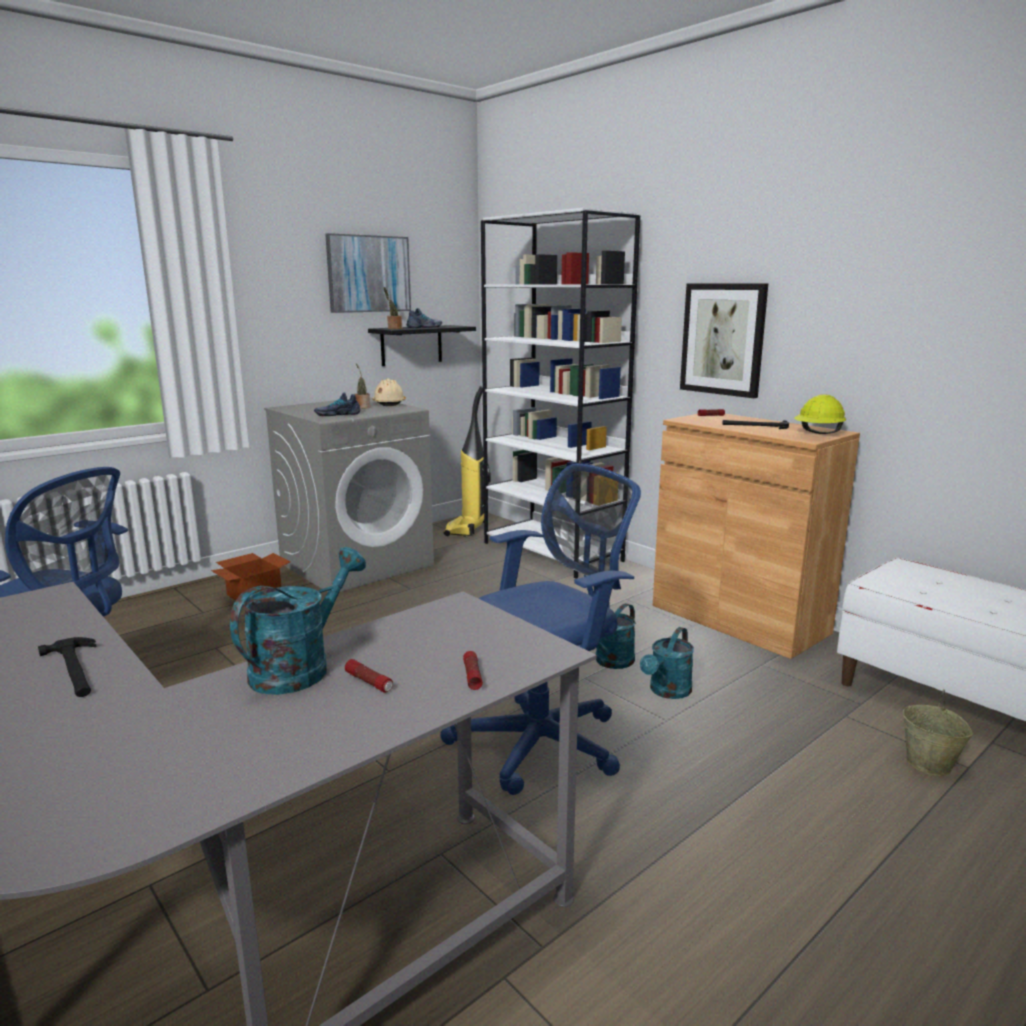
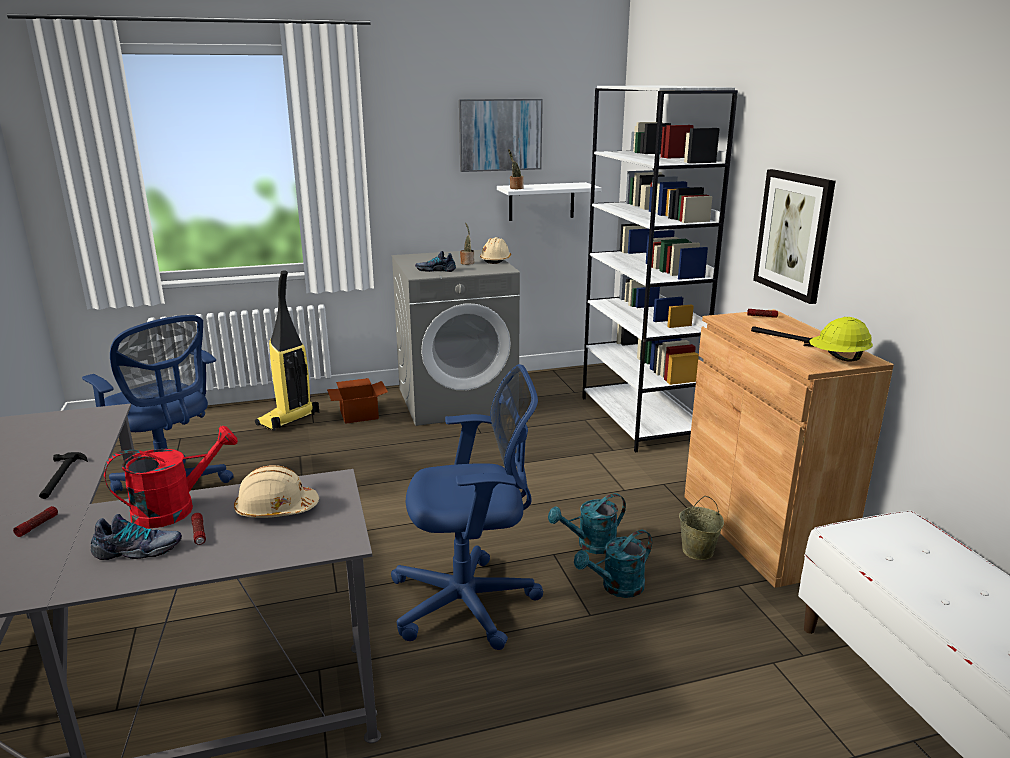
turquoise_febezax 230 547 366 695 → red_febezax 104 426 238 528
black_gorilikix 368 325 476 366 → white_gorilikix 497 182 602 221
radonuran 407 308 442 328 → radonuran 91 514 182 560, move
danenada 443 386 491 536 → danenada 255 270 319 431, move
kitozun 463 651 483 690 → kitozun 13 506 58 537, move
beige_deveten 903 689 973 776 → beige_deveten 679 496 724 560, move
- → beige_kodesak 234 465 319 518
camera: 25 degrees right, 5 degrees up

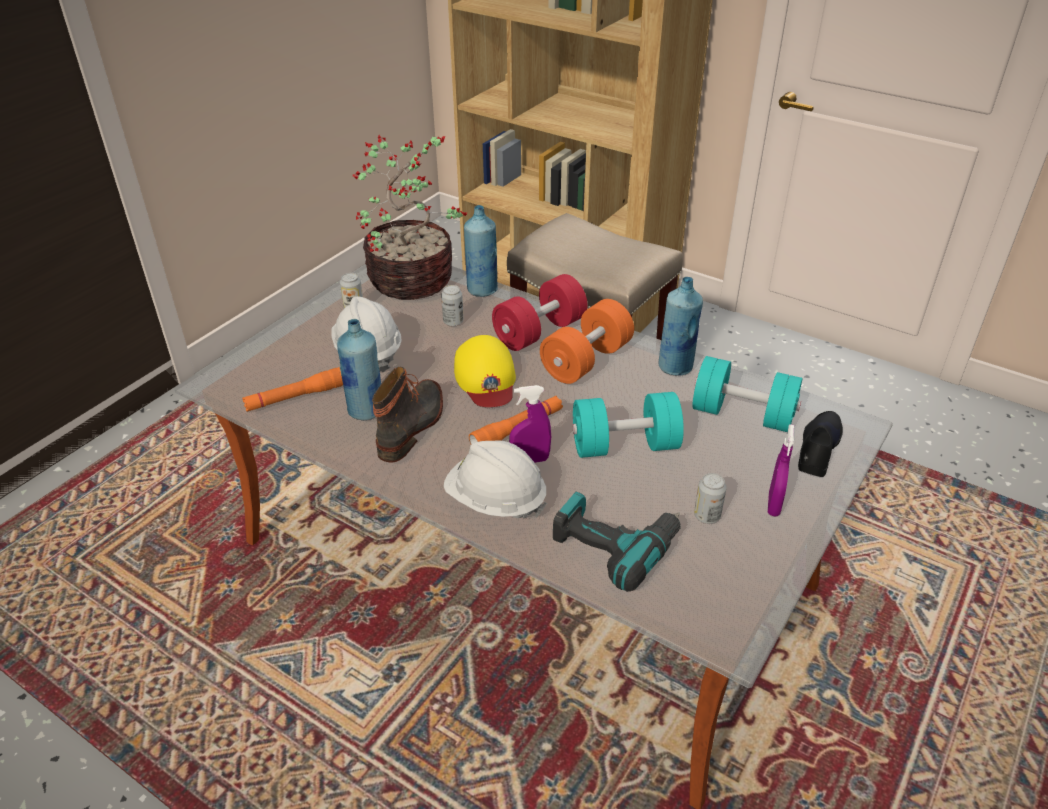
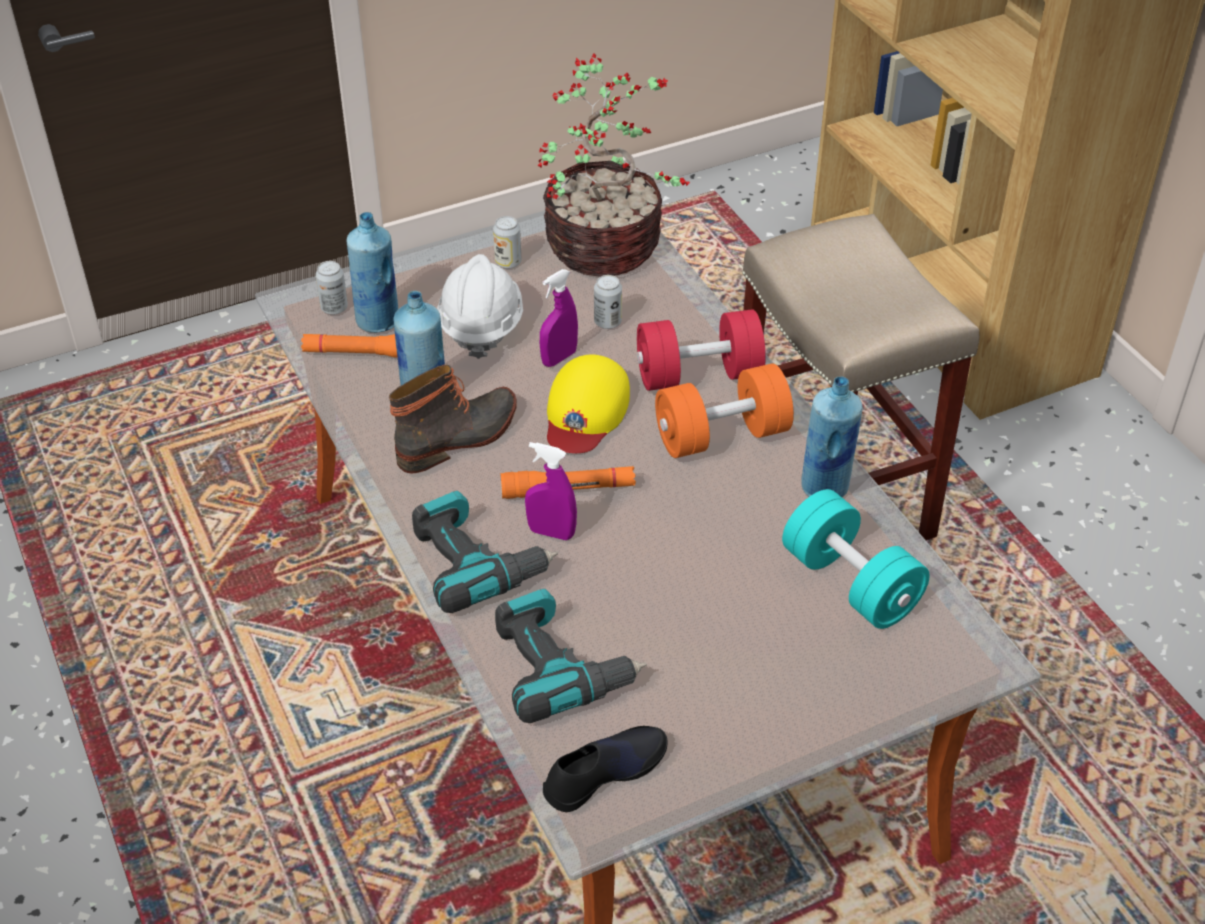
white_kodesak 444 440 547 518 → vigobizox 412 491 558 613
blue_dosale 464 205 498 297 → blue_dosale 346 212 398 333, move
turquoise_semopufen 573 392 684 458 → -
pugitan 694 473 727 524 → pugitan 315 261 348 315, move
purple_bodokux 768 424 795 516 → purple_bodokux 540 269 578 367, move
black_radonuran 798 411 843 477 → black_radonuran 543 726 667 812, move
camera: 30 degrees right, 5 degrees up

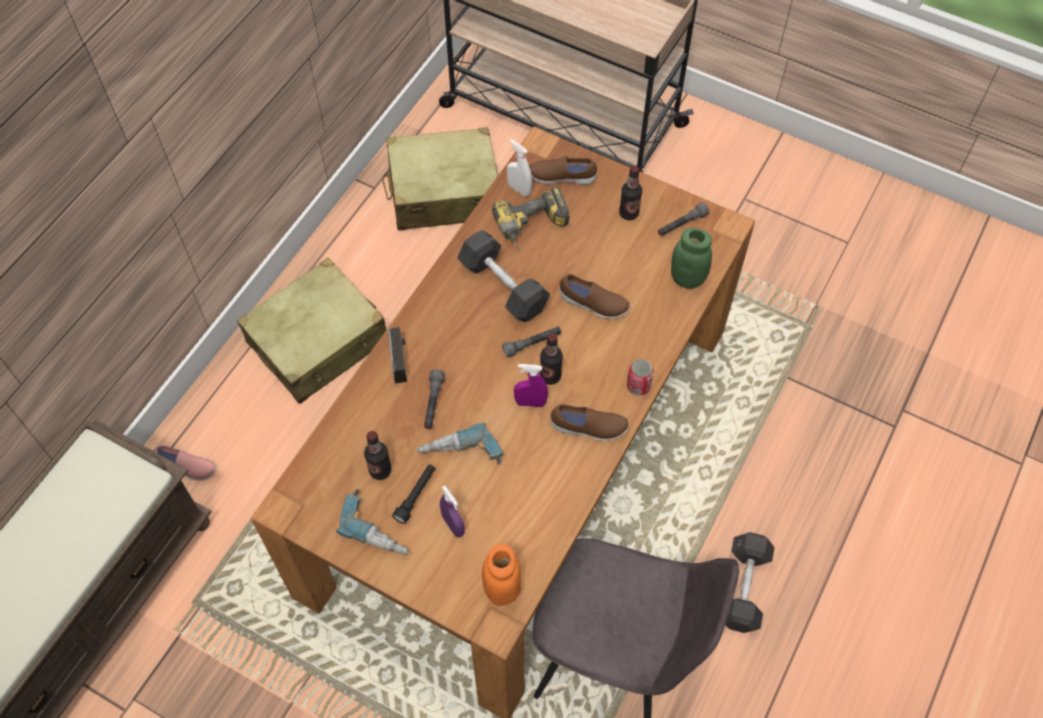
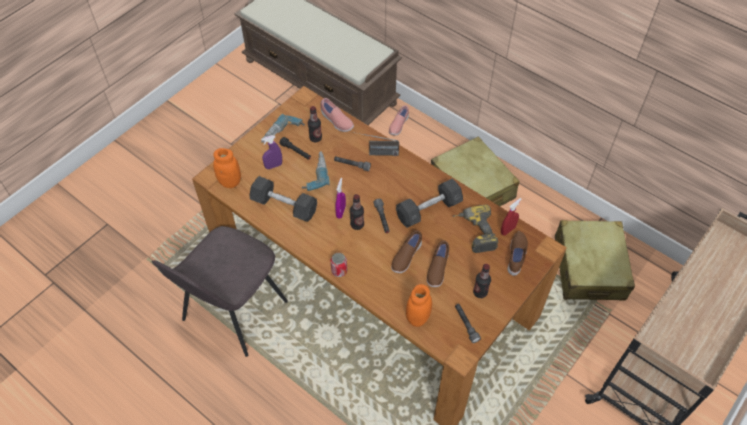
white_bodokux 507 139 532 197 → red_bodokux 501 198 522 235
brown_radonuran 551 404 629 441 → brown_radonuran 427 240 449 287, move
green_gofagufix 671 228 712 289 → orange_gofagufix 406 284 432 327
grey_semopufen 725 532 775 633 → grey_semopufen 250 176 317 222, move
- → pink_radonuran 321 98 354 132
camera: 100 degrees right, 5 degrees down

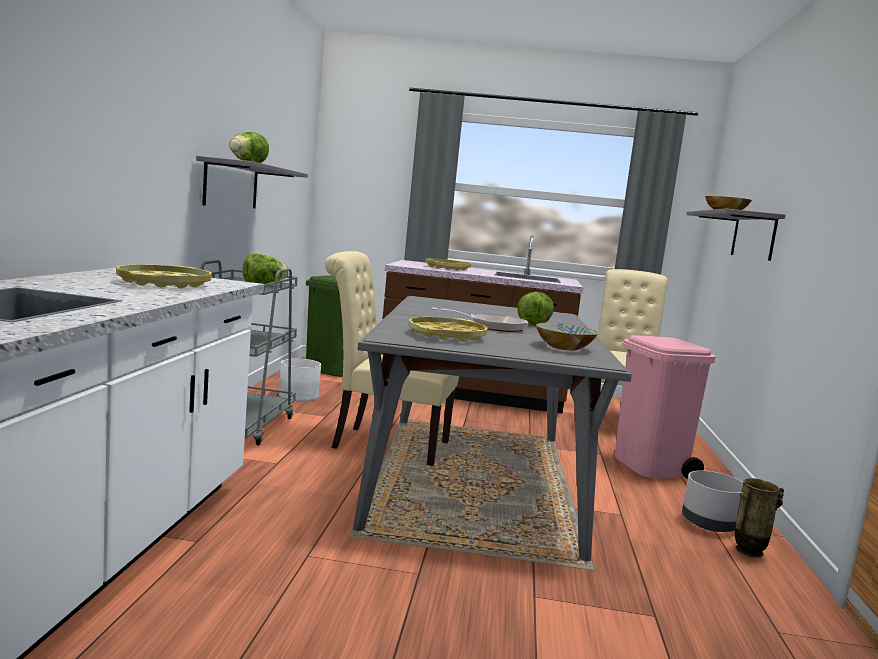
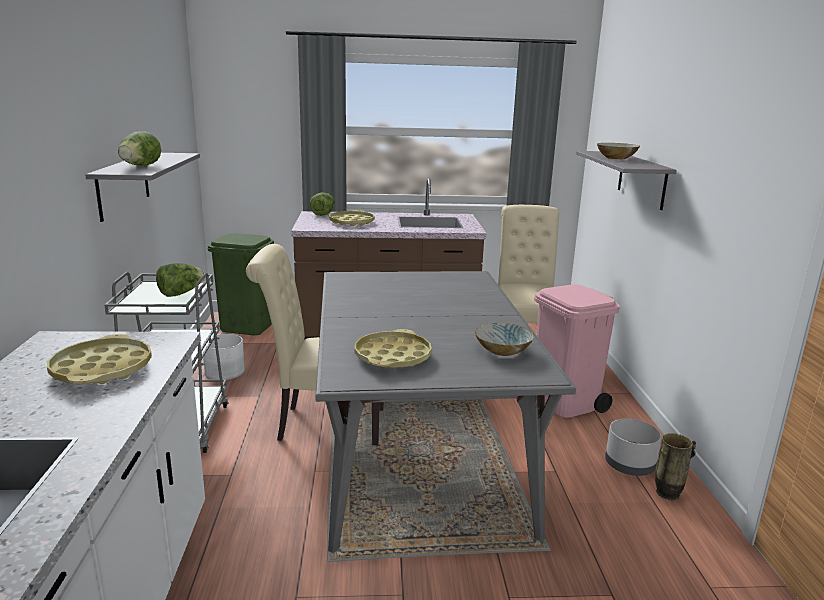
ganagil 432 307 528 332 → -
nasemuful 517 291 554 326 → nasemuful 310 193 335 216, move
camera: 10 degrees left, 10 degrees up

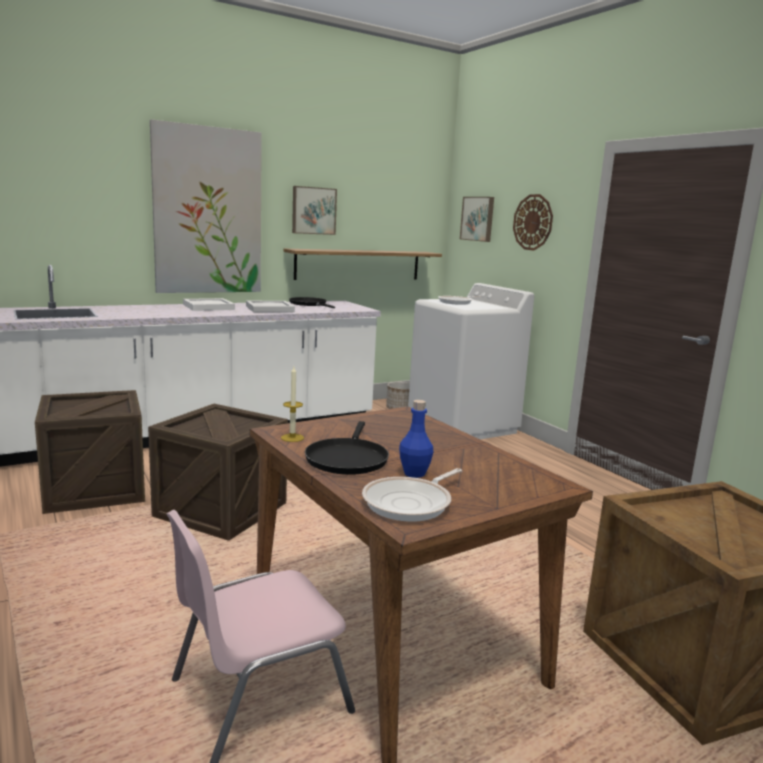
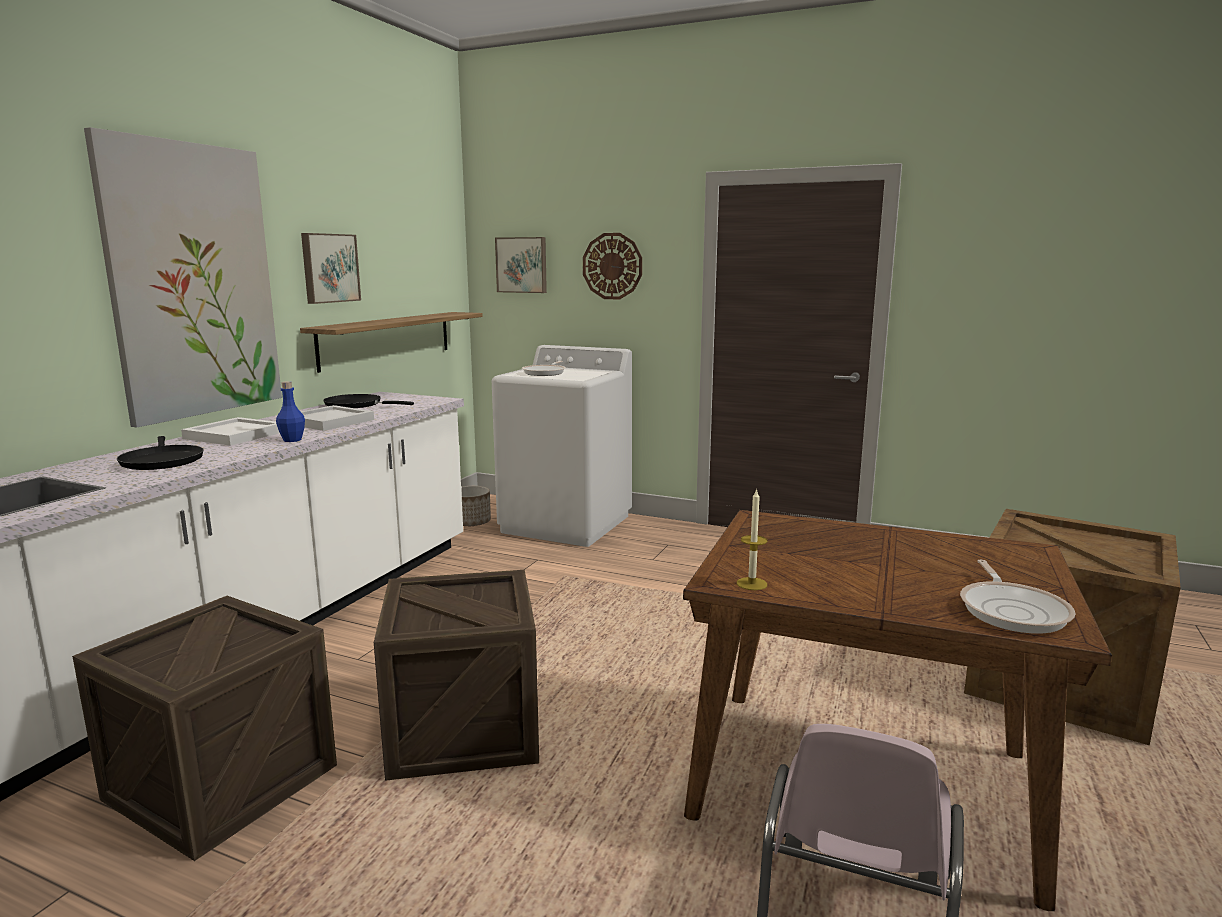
black_ganagil 305 421 389 475 → black_ganagil 117 436 204 470, move
blue_dosale 399 400 434 478 → blue_dosale 276 381 305 442, move
camera: 35 degrees left, 0 degrees up

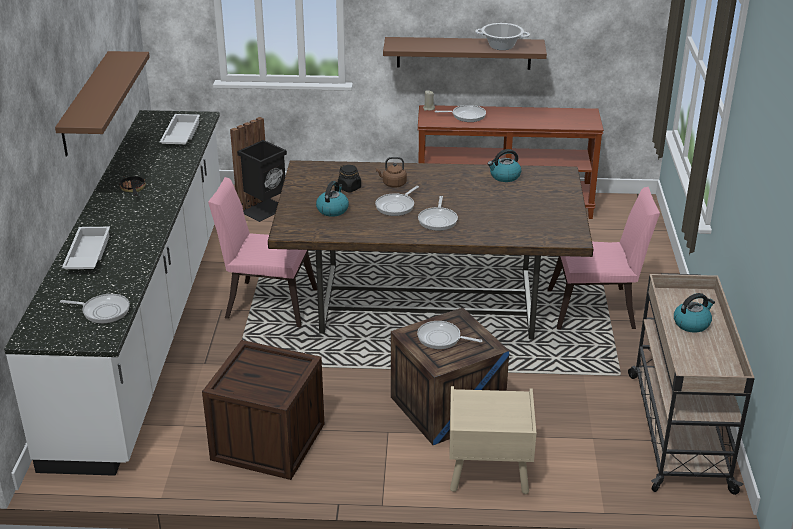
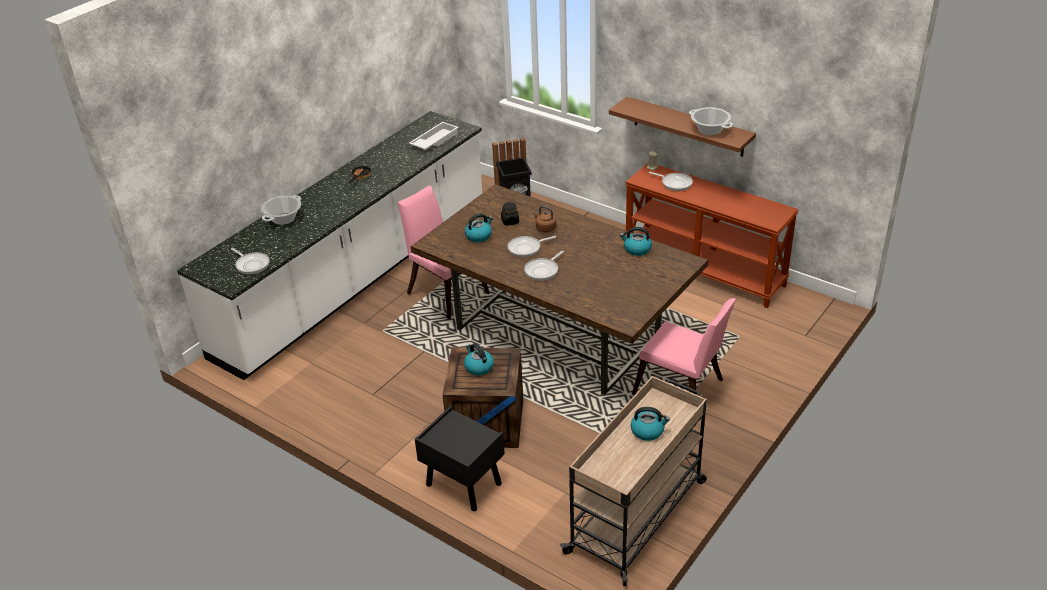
brown_gorilikix 55 51 150 157 → -
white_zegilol 62 227 110 269 → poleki 261 195 301 225
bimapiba 202 340 324 480 → -
ganagil 417 321 483 349 → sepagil 464 343 494 375
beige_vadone 450 386 536 494 → black_vadone 415 406 505 511
camera: 35 degrees right, 5 degrees up

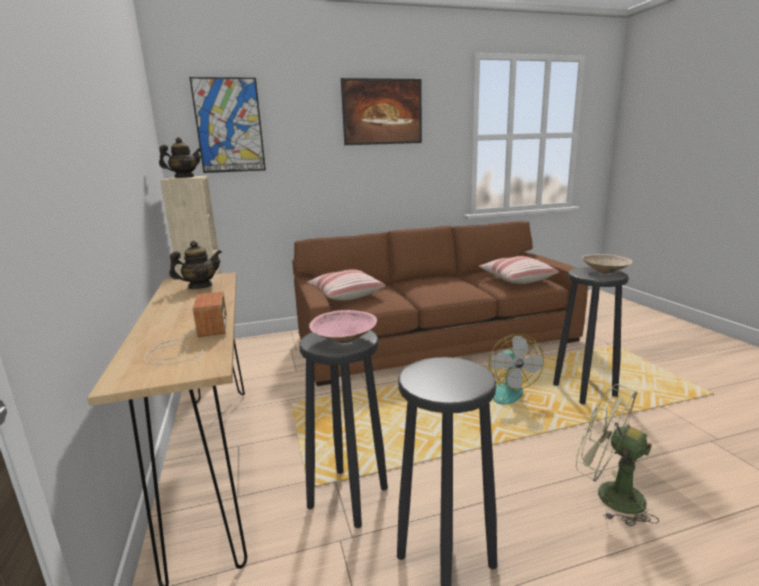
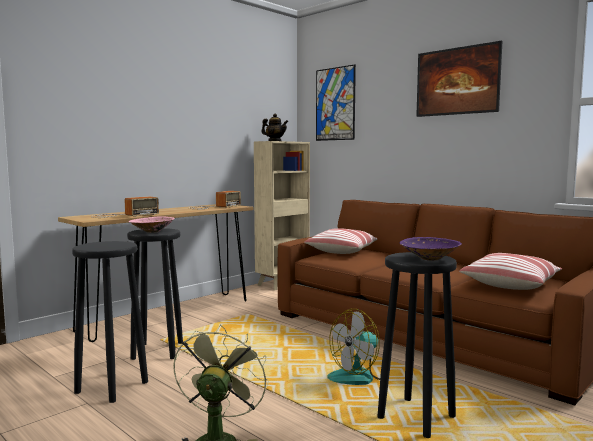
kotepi 169 241 222 289 → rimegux 189 191 241 209
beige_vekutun 582 254 633 273 → purple_vekutun 400 237 462 261
camera: 60 degrees right, 10 degrees down

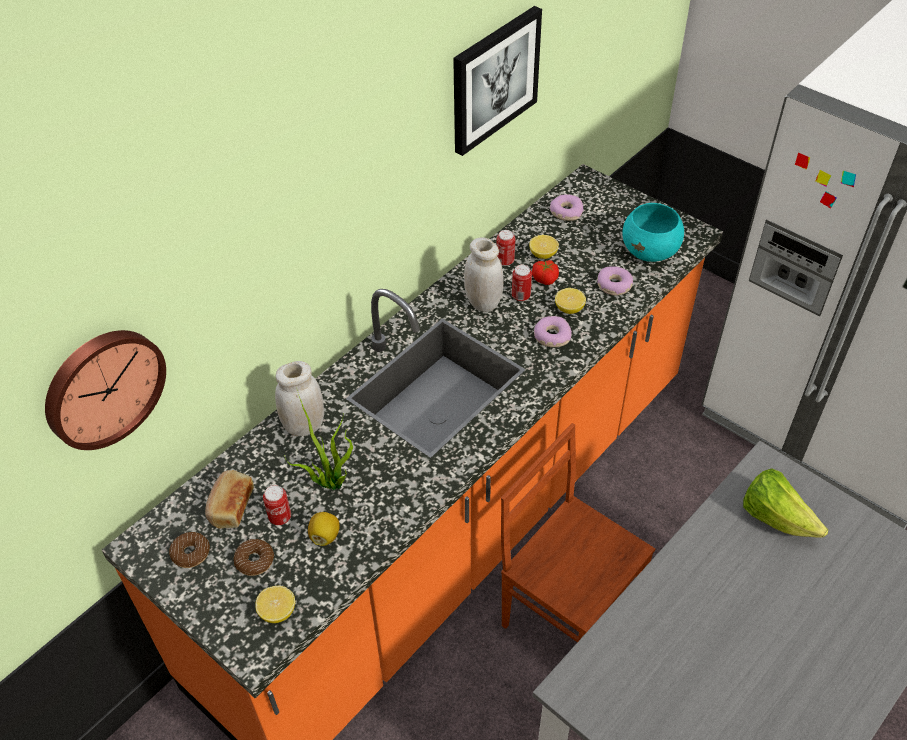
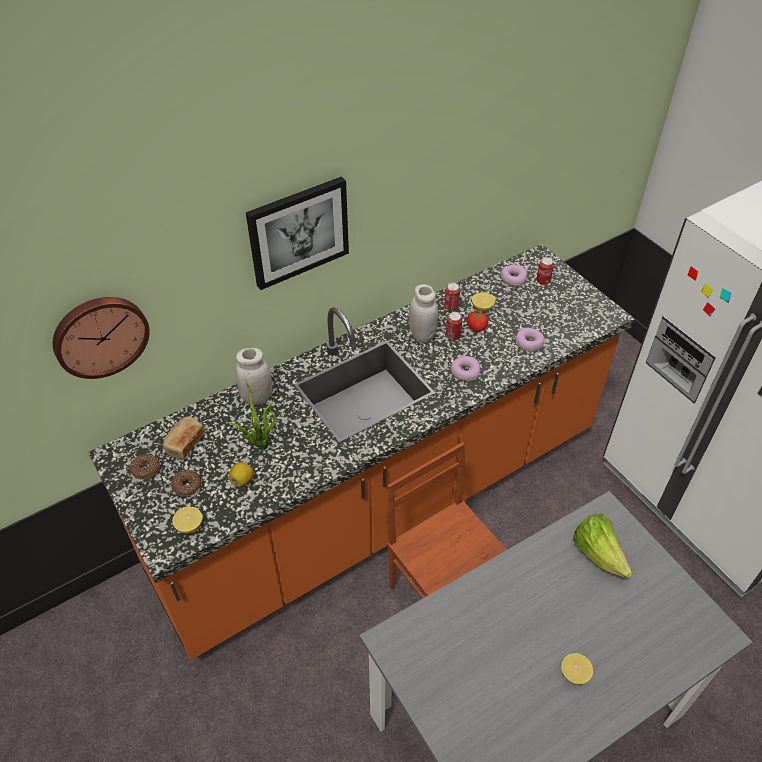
pugitan 263 485 291 525 → pugitan 536 257 554 285, move
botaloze 453 6 542 156 → botaloze 246 176 349 290, move
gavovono 555 288 586 314 → gavovono 561 653 593 685, move
turquoise_vekutun 622 203 684 262 → -
camera: 15 degrees right, 0 degrees up

